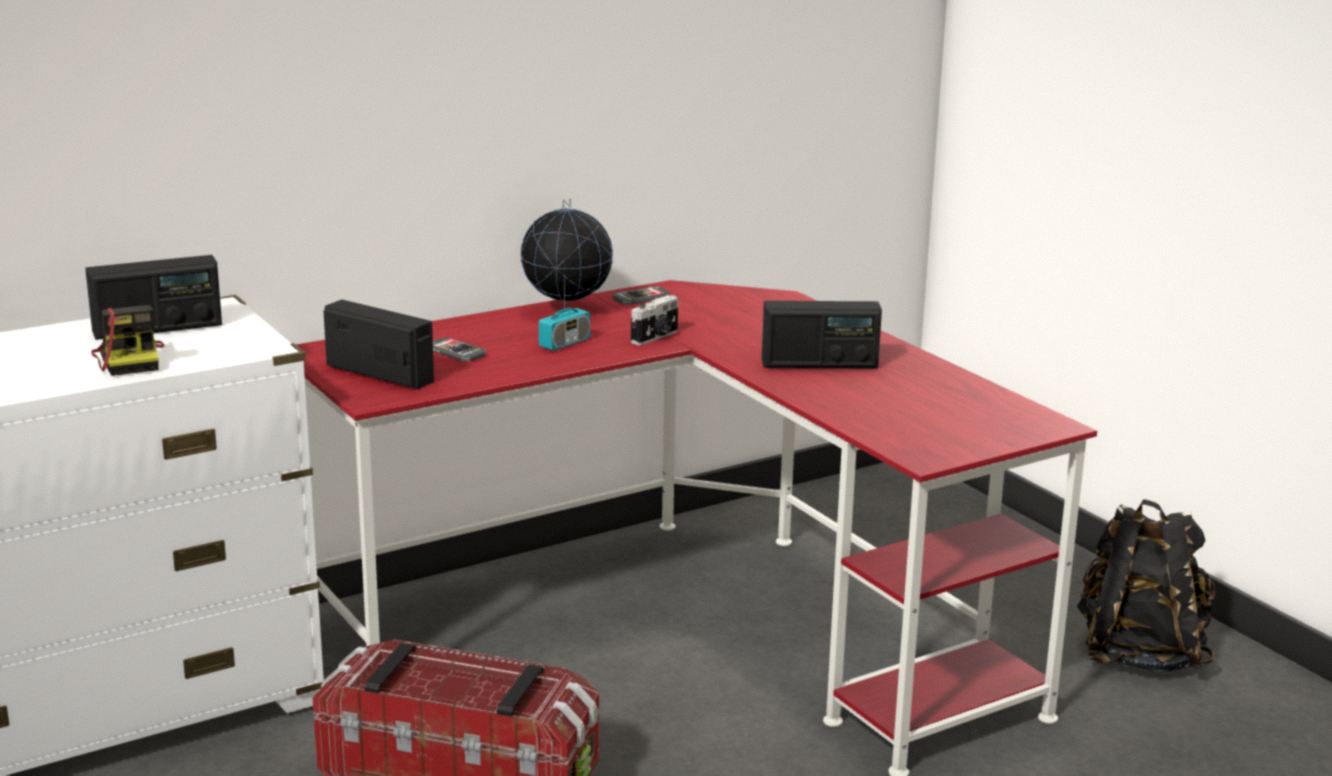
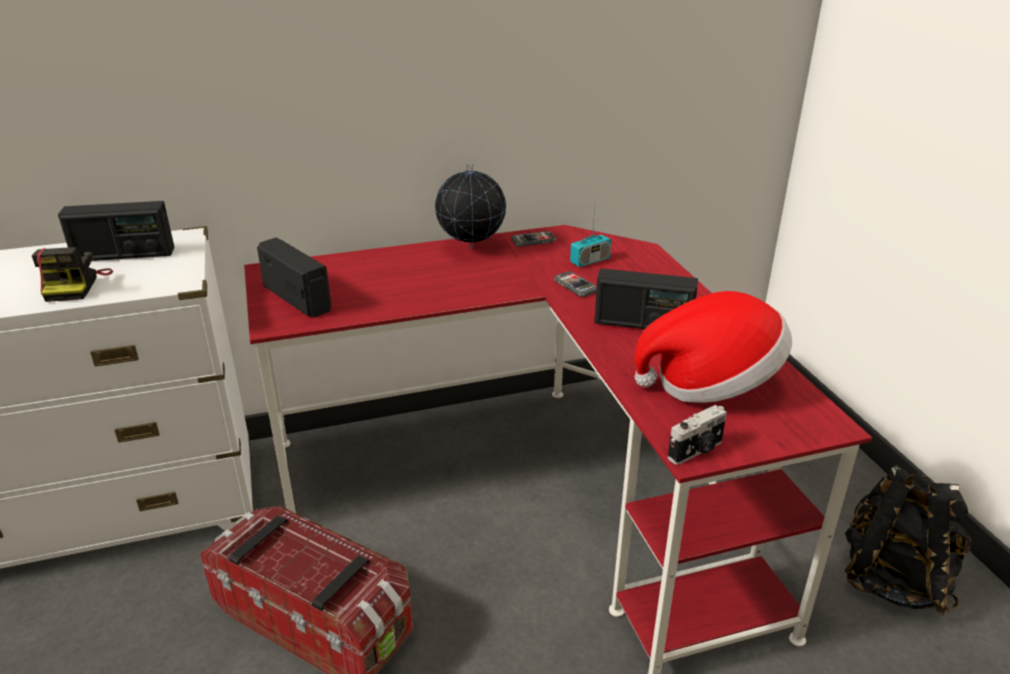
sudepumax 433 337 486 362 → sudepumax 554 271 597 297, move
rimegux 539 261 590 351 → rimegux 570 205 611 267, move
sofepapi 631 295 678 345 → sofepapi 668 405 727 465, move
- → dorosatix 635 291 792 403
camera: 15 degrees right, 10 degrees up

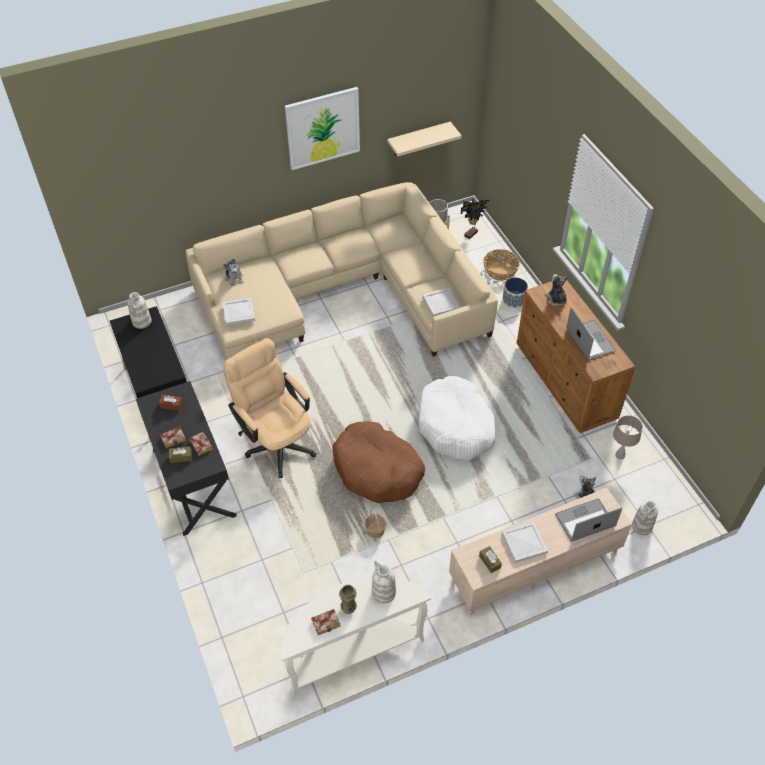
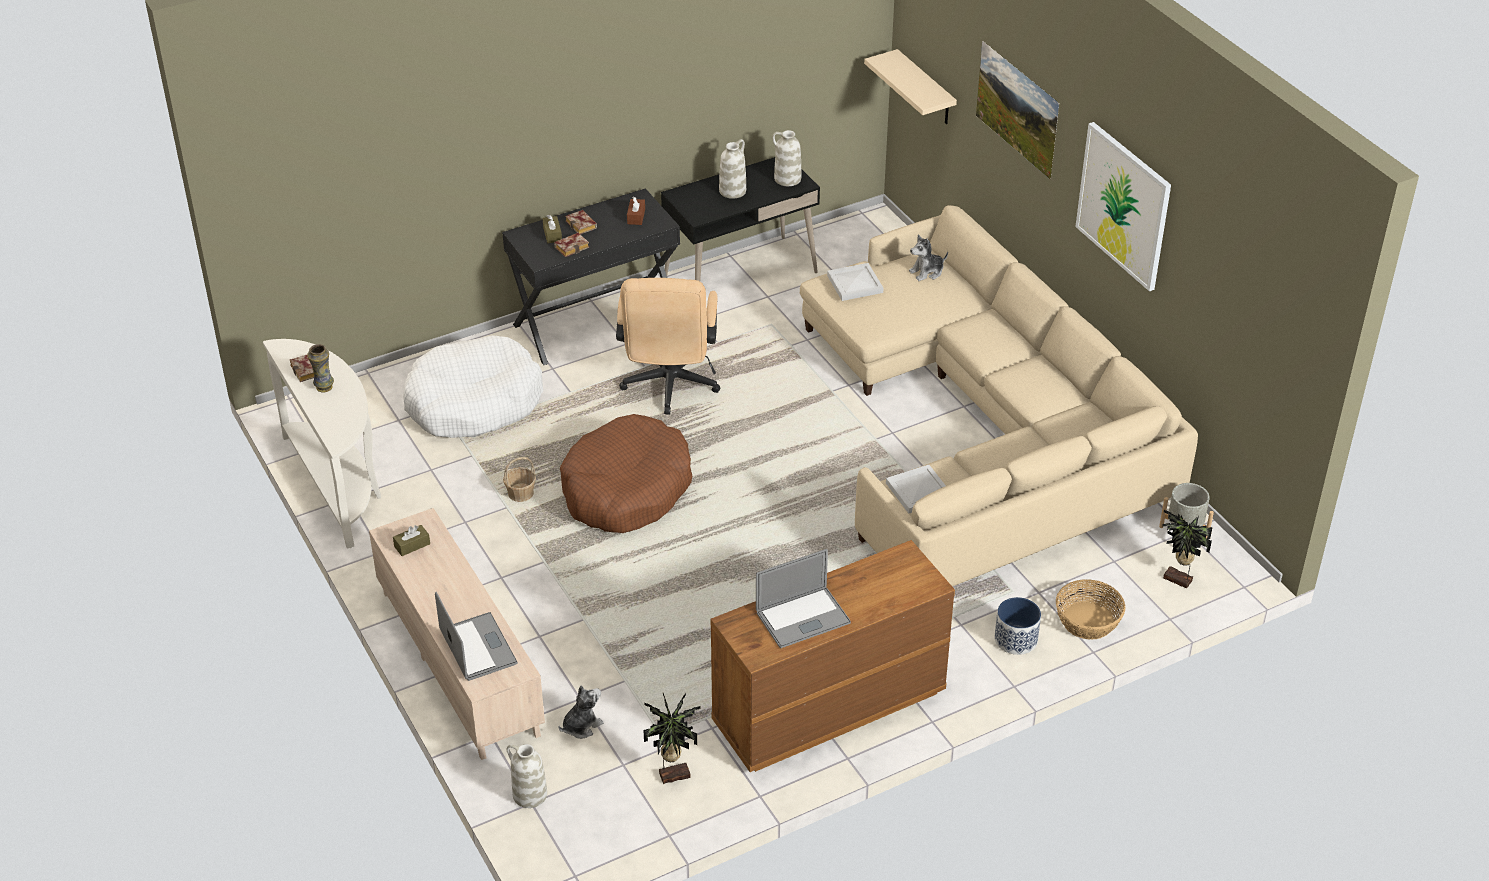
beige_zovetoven 223 338 316 478 → beige_zovetoven 616 278 720 414, 135 degrees clockwise
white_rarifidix 372 561 396 604 → white_rarifidix 719 139 746 199, move
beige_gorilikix 387 121 462 156 → beige_gorilikix 864 49 957 124, move
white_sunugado 418 376 495 460 → white_sunugado 403 335 543 438, move
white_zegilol 502 522 548 563 → -
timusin 546 274 568 306 → -
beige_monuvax 613 415 643 459 → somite 643 693 701 784
- → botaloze 976 40 1059 180
camera: 85 degrees right, 10 degrees down

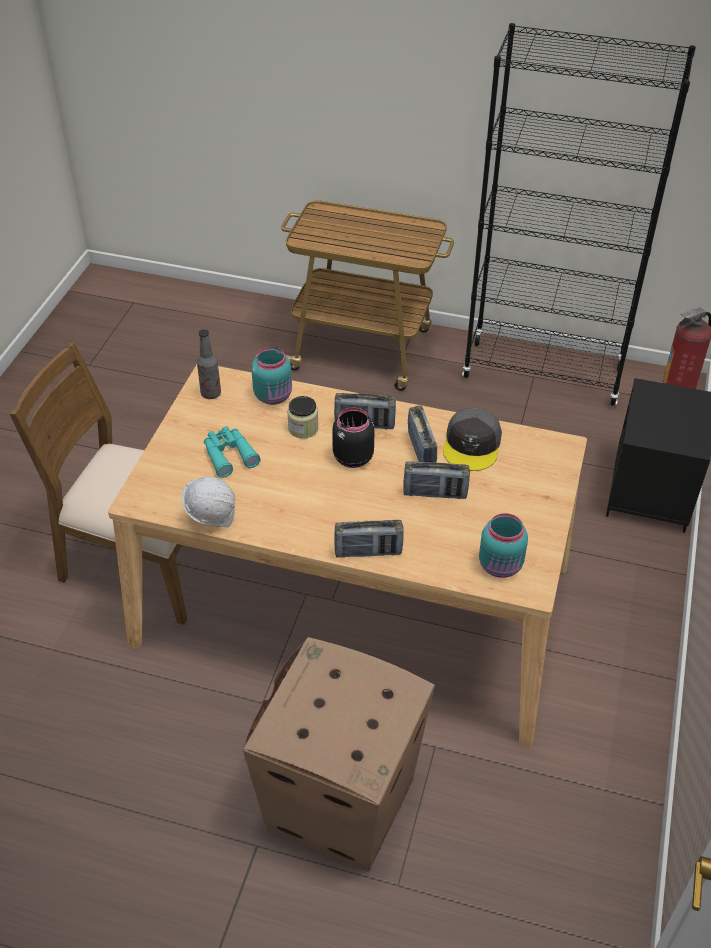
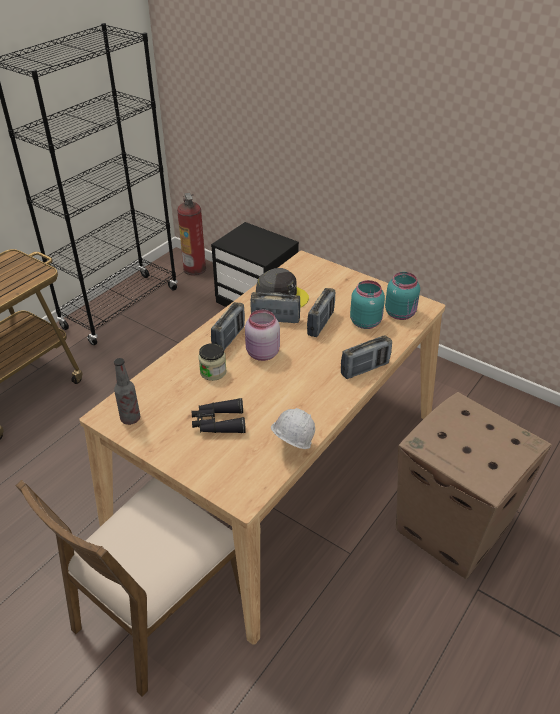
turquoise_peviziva 204 426 261 478 → black_peviziva 192 398 246 433
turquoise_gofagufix 251 347 292 405 → turquoise_gofagufix 350 280 385 329, move
black_gofagufix 332 408 375 468 → pink_gofagufix 245 310 280 361
rimegux 334 520 404 558 → rimegux 341 335 392 379, 45 degrees clockwise
camera: 70 degrees left, 5 degrees down

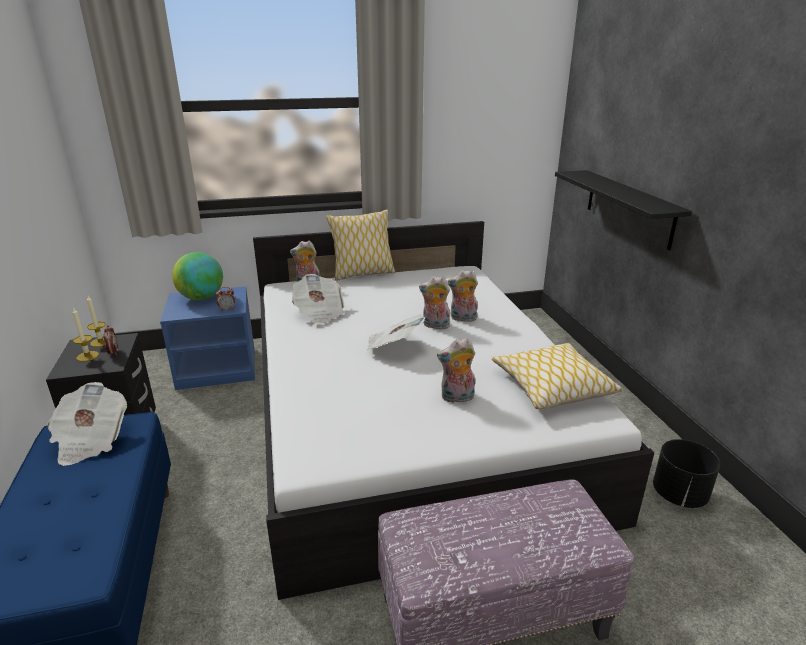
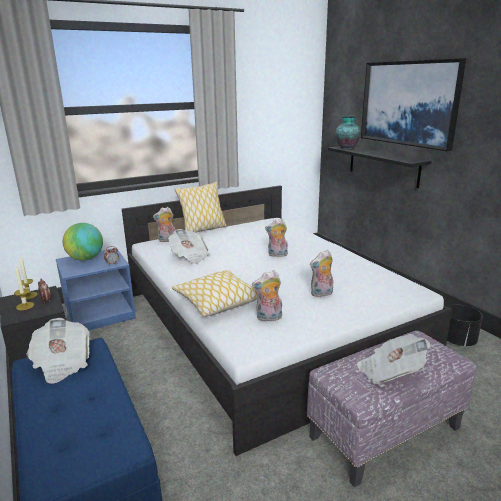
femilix 367 314 425 350 → femilix 357 334 431 384, move
timusin 447 270 478 322 → timusin 252 270 282 322, move
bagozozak 492 343 623 409 → bagozozak 172 270 257 317, move
- → rarifidix 336 115 360 150
- → botaloze 361 58 466 151
camera: 15 degrees left, 5 degrees down

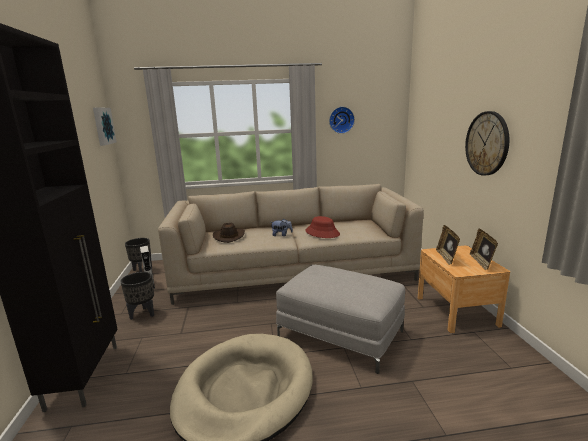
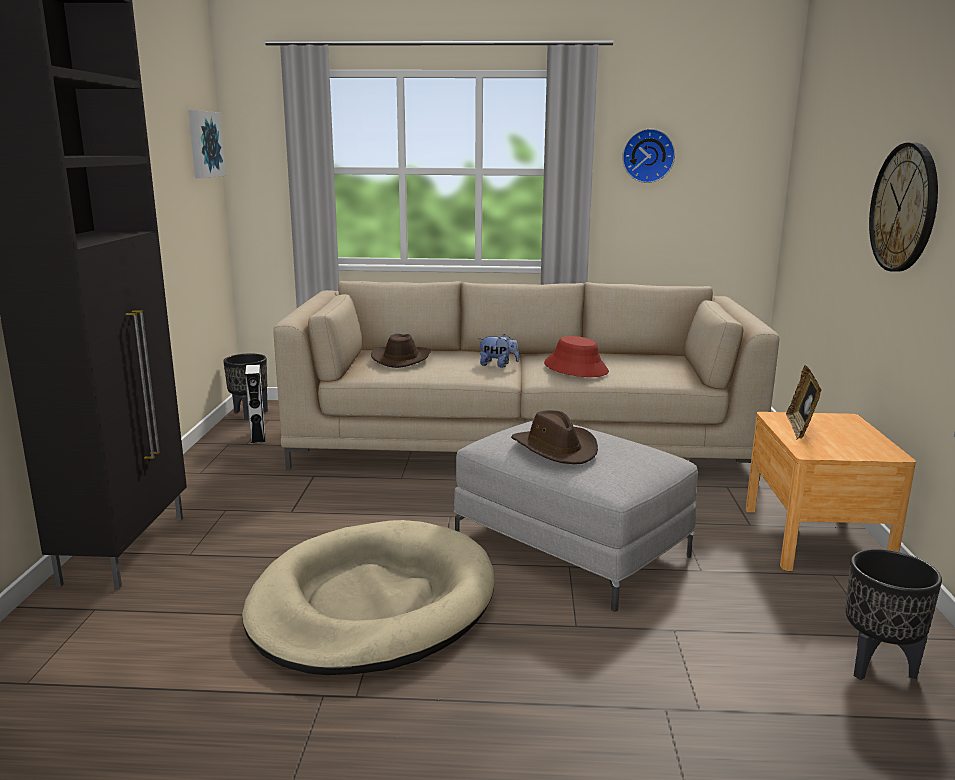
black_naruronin 120 272 154 320 → black_naruronin 846 549 942 680, move
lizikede 470 228 498 270 → -
- → brown_dorosatix 511 410 598 464
camera: 10 degrees right, 0 degrees up

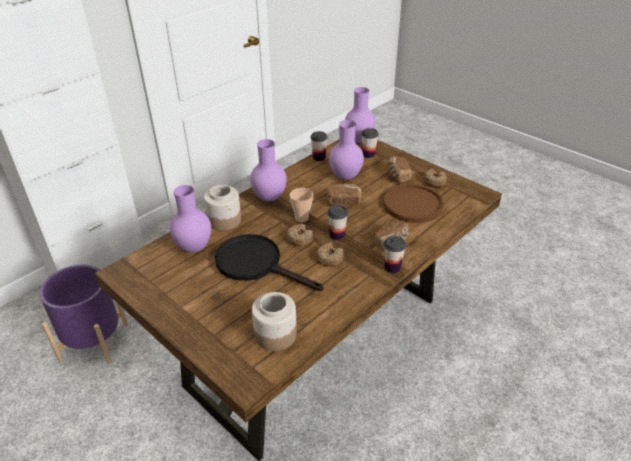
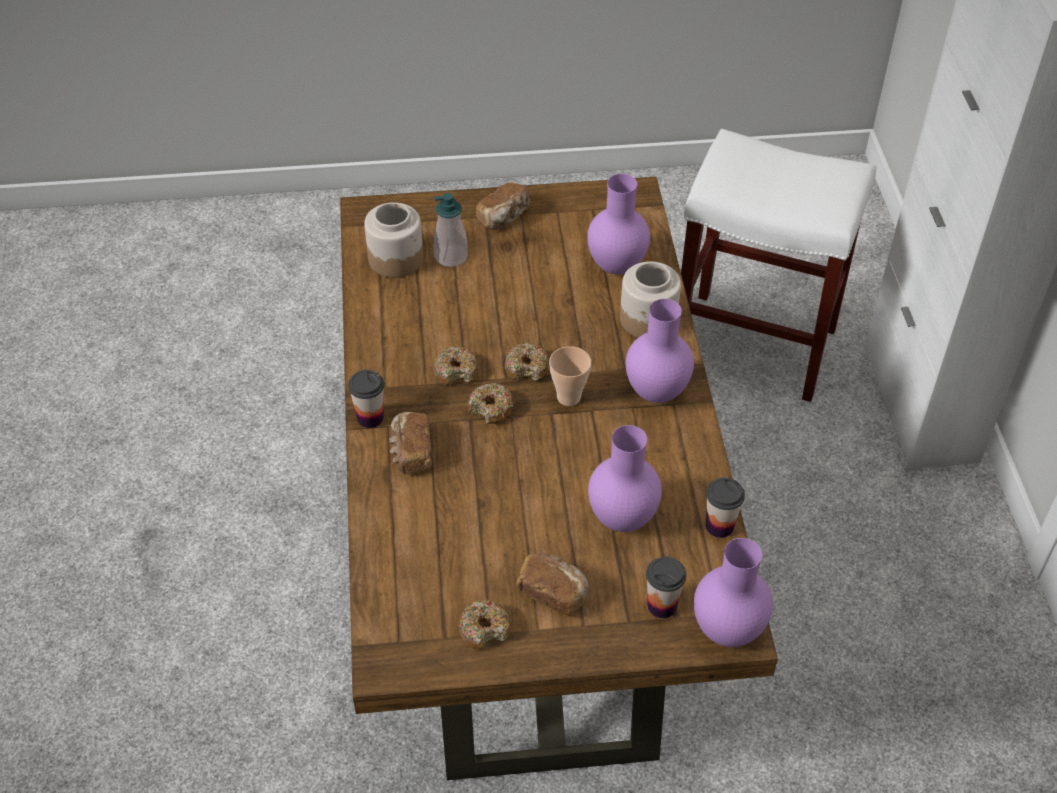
purple_naruronin 39 265 128 364 → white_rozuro 681 129 876 402
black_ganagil 215 234 323 291 → -
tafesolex 327 184 361 206 → tafesolex 476 182 530 230, move
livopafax 327 205 348 240 → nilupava 468 383 515 424
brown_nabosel 383 184 444 223 → -
- → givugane 434 193 468 267
camera: 130 degrees right, 10 degrees up

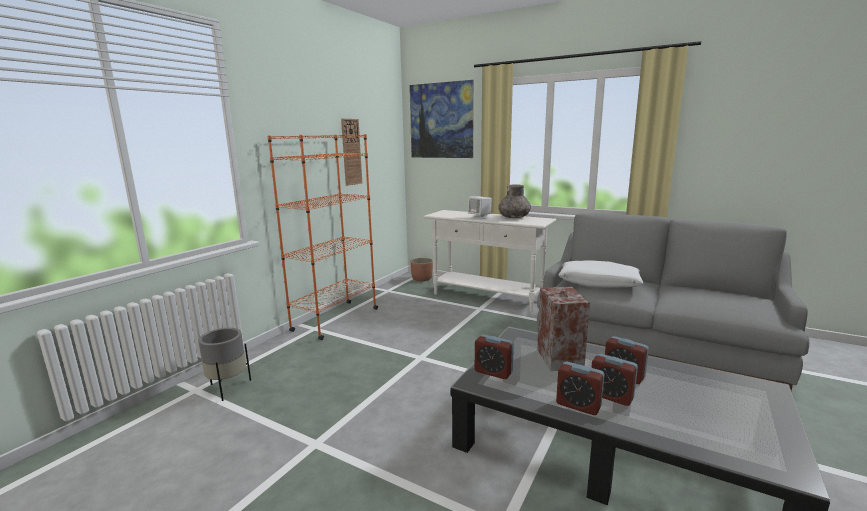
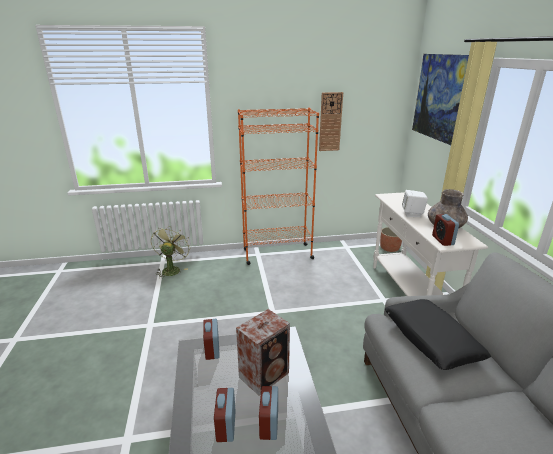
grey_naruronin 198 328 251 401 → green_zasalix 151 225 191 279
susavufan 556 362 605 415 → susavufan 432 214 459 246, move
white_bagozozak 558 260 644 288 → black_bagozozak 385 299 491 370
camera: 50 degrees right, 10 degrees up

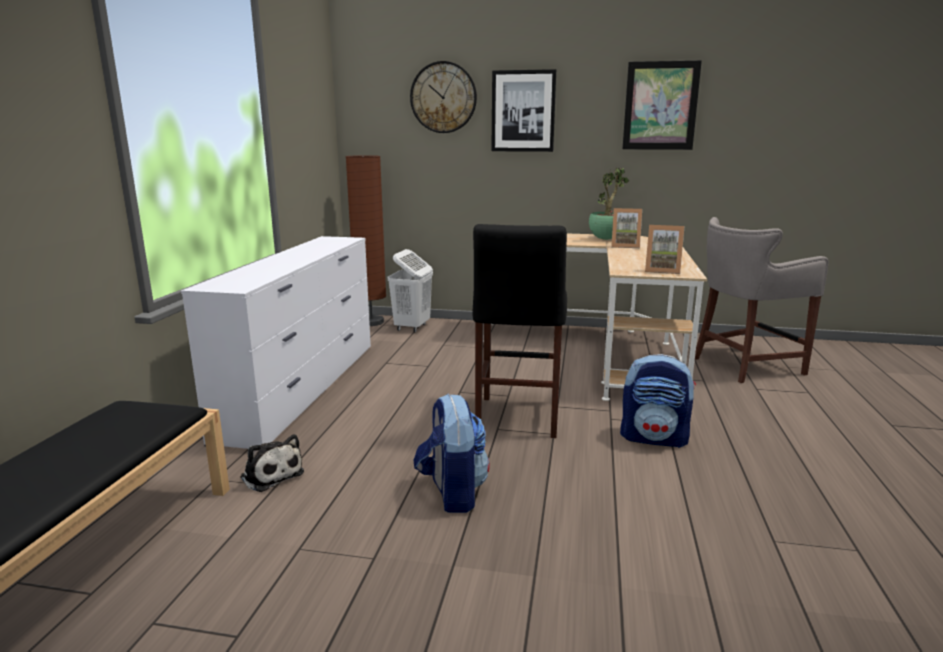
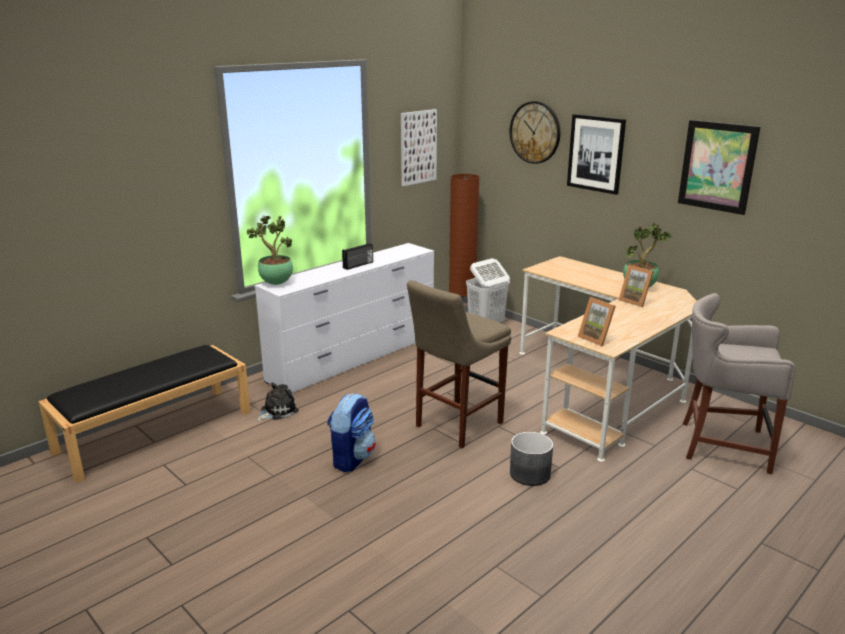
timusin 240 434 304 492 → timusin 256 382 299 421, 120 degrees counterclockwise
black_rozuro 473 224 567 438 → beige_rozuro 407 280 511 448
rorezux 620 354 696 448 → grey_naruronin 510 432 553 486
- → somite 247 215 293 285
- → rimegux 342 243 373 270
- → botaloze 401 109 437 186
camera: 35 degrees right, 5 degrees up

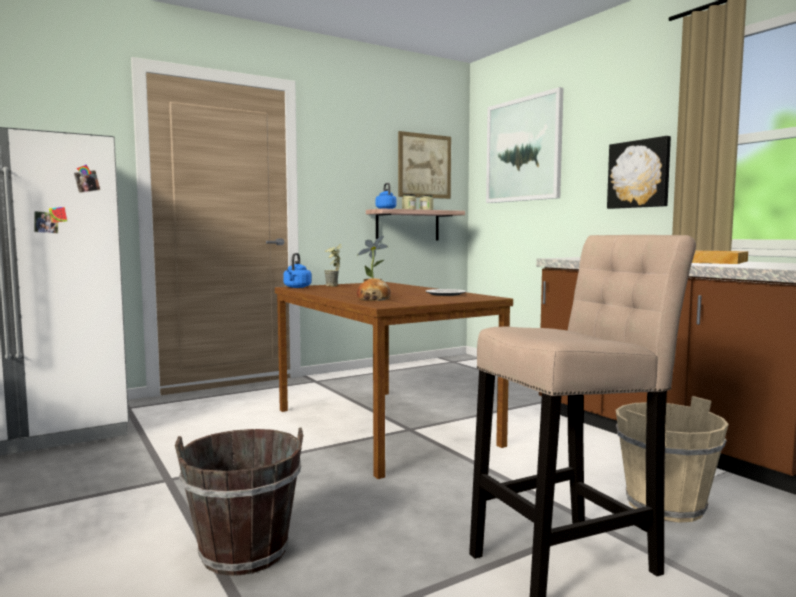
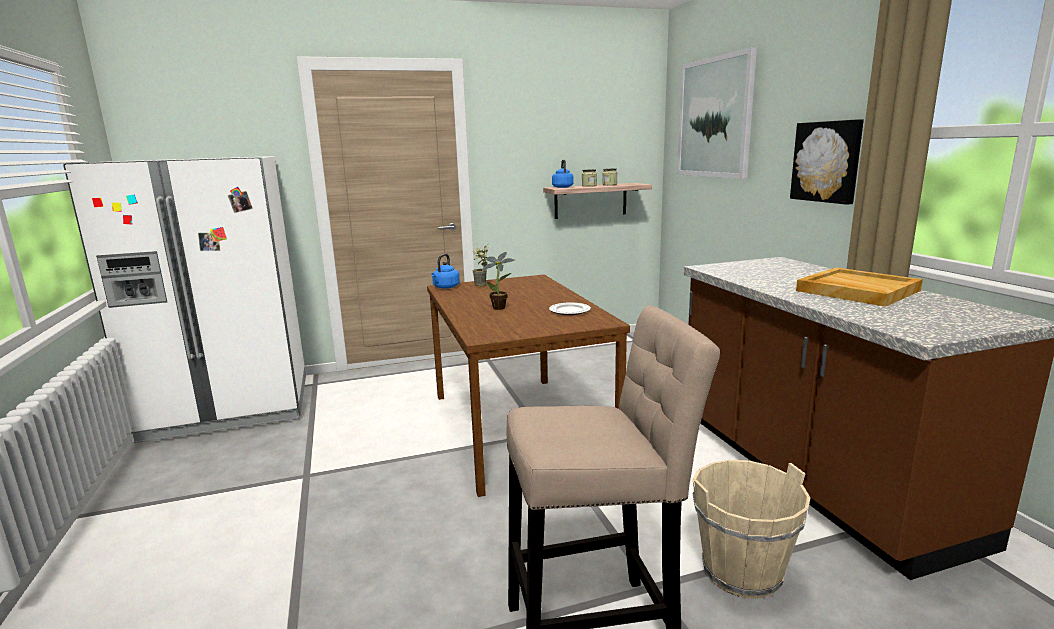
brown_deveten 175 427 303 576 → -
tafesolex 357 278 391 301 → -
botaloze 398 131 451 199 → -
camera: 15 degrees right, 10 degrees up

